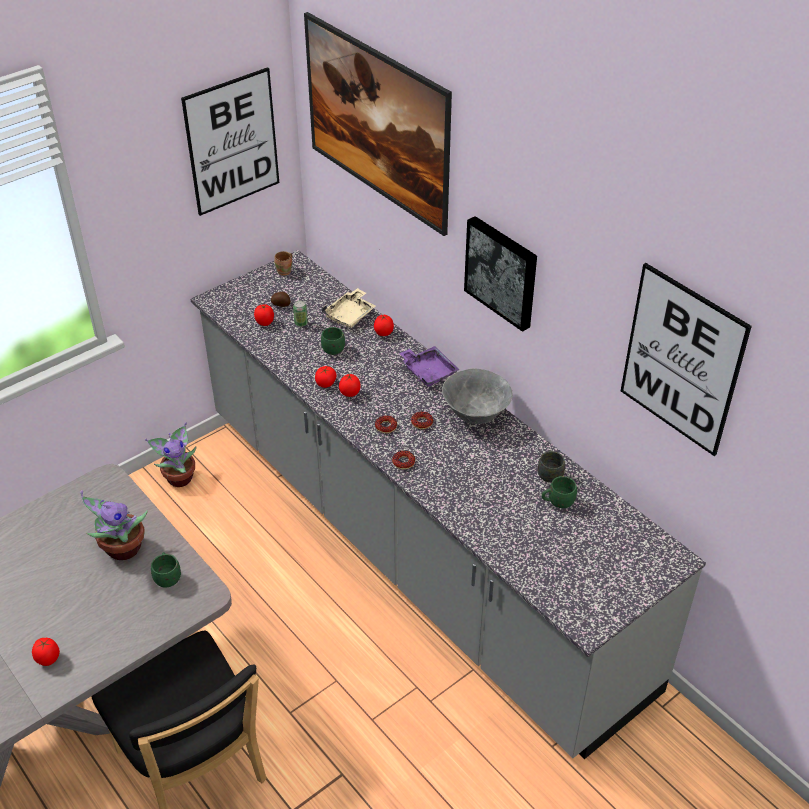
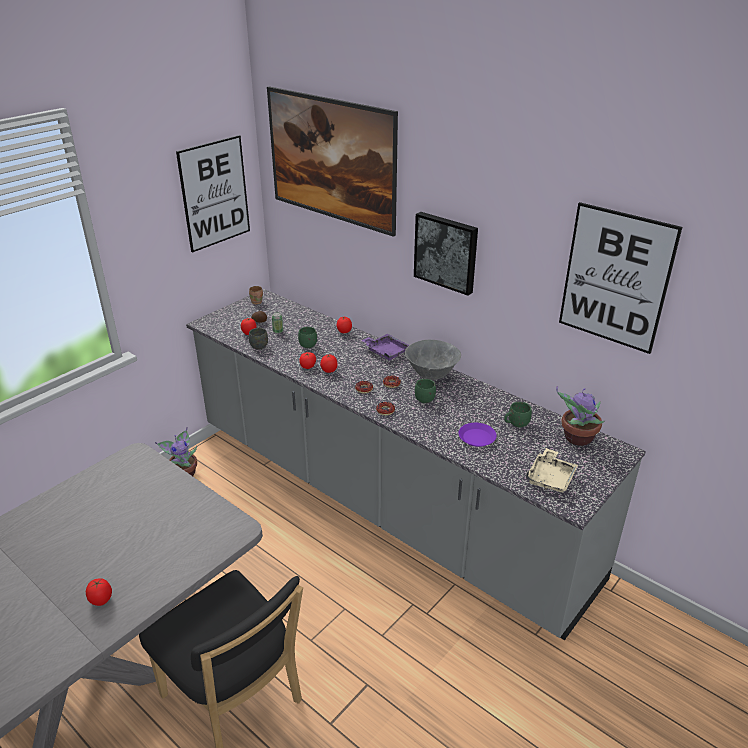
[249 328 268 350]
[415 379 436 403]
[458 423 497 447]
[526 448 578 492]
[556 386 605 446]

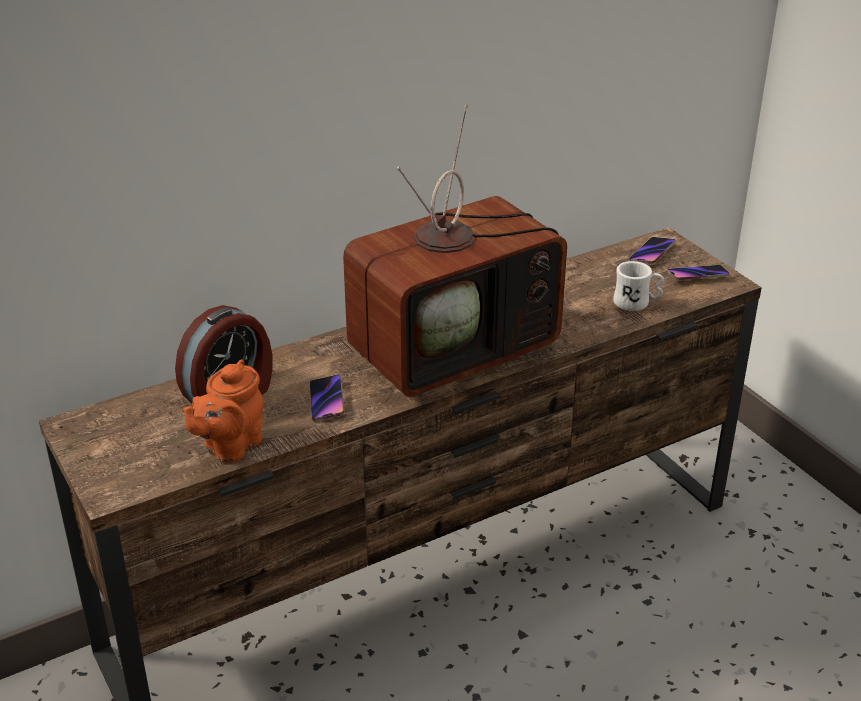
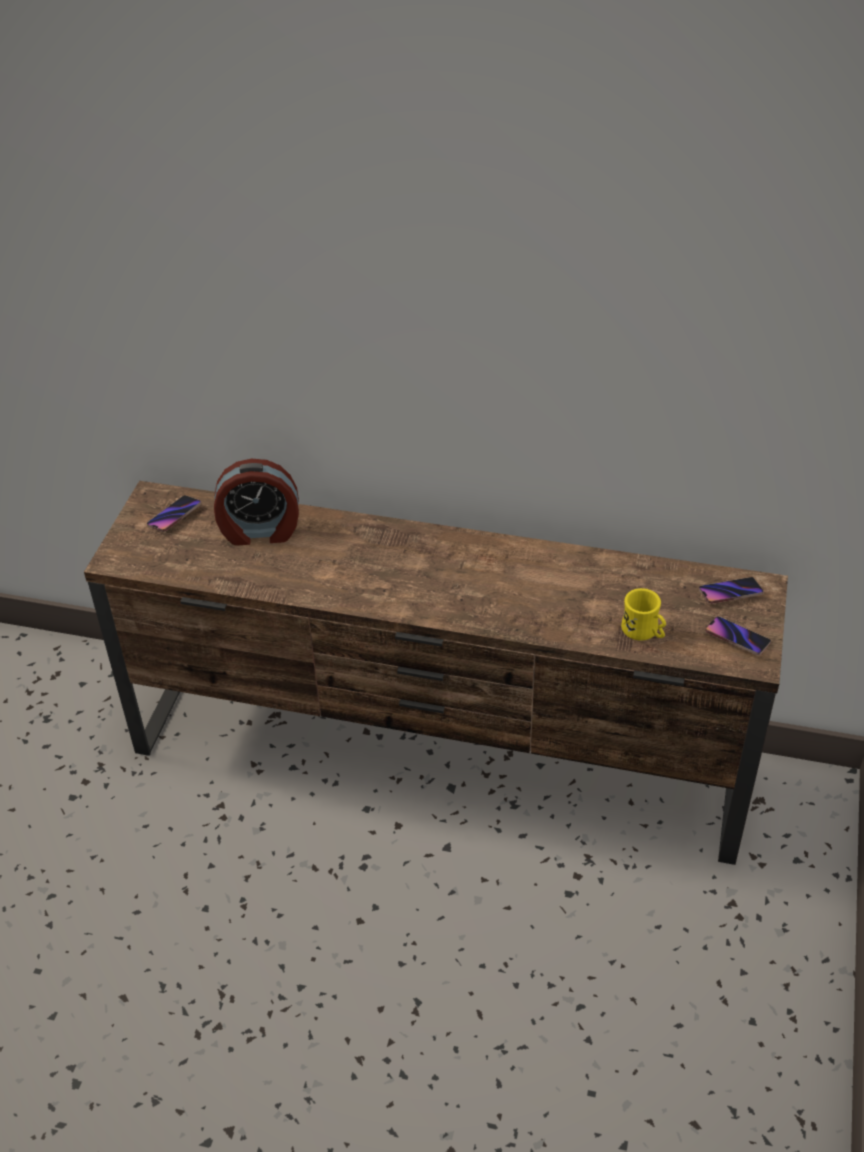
[147 495 202 532]
[621 588 666 641]
[183 359 263 463] (first image)
[343 104 567 397] (first image)

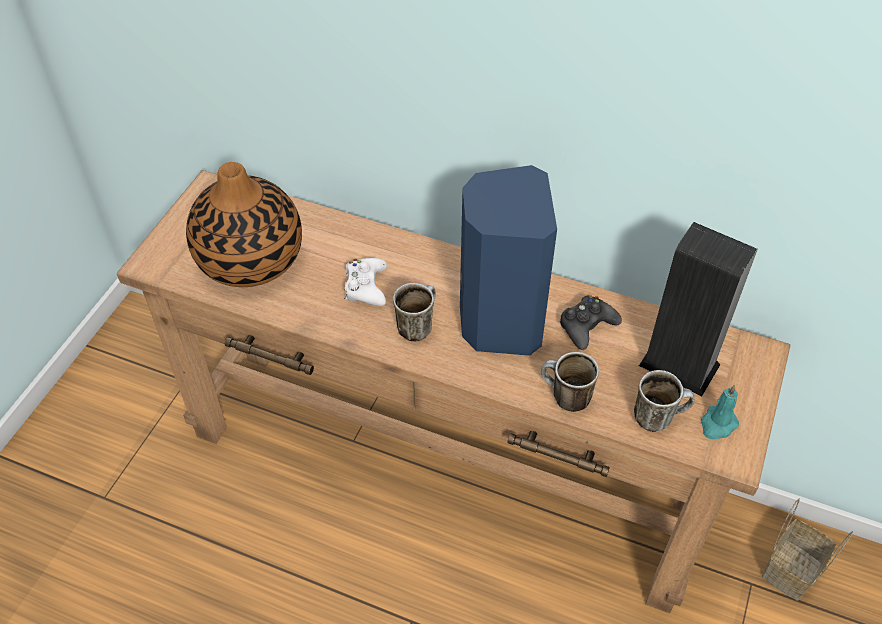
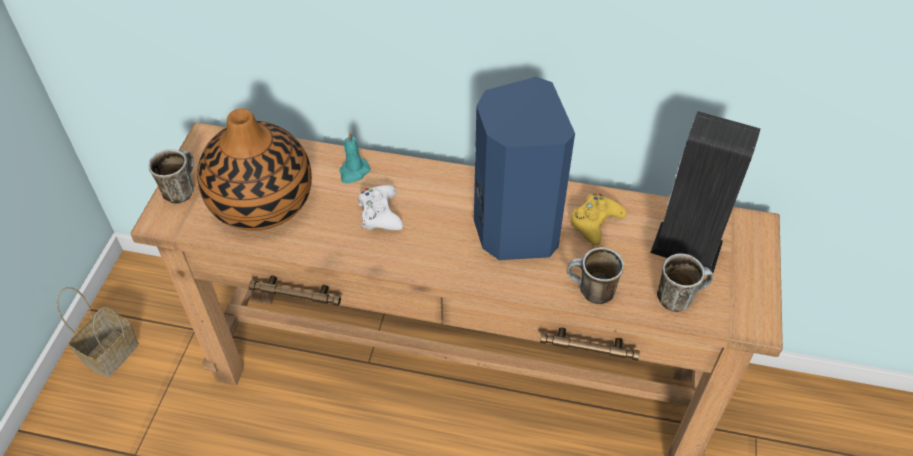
[56 287 139 377]
[148 149 194 204]
[339 131 370 184]
[569 193 626 246]

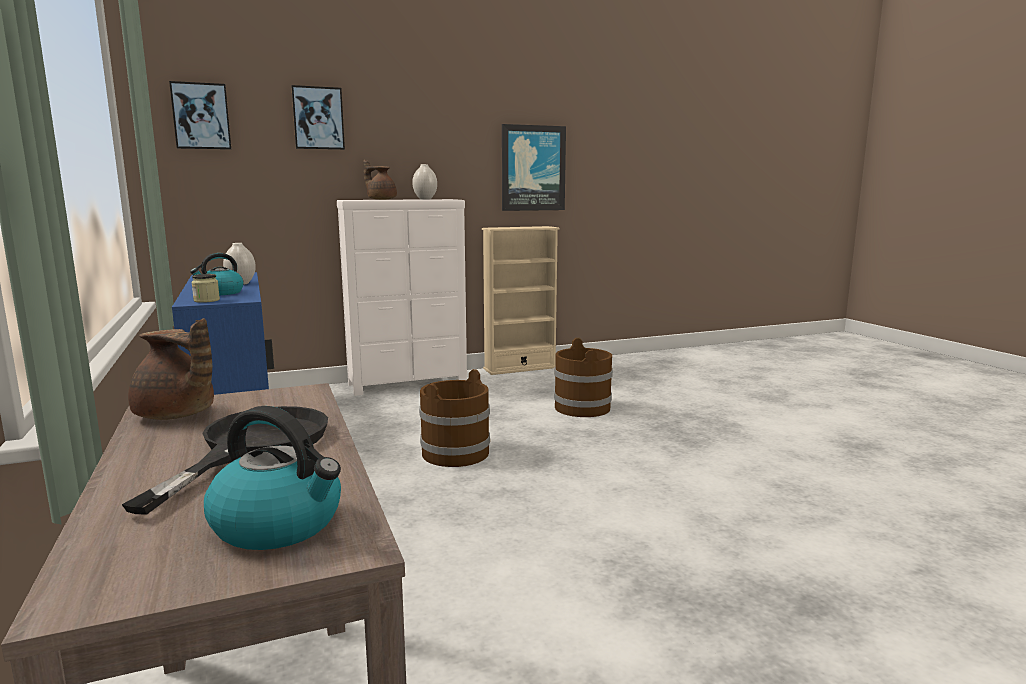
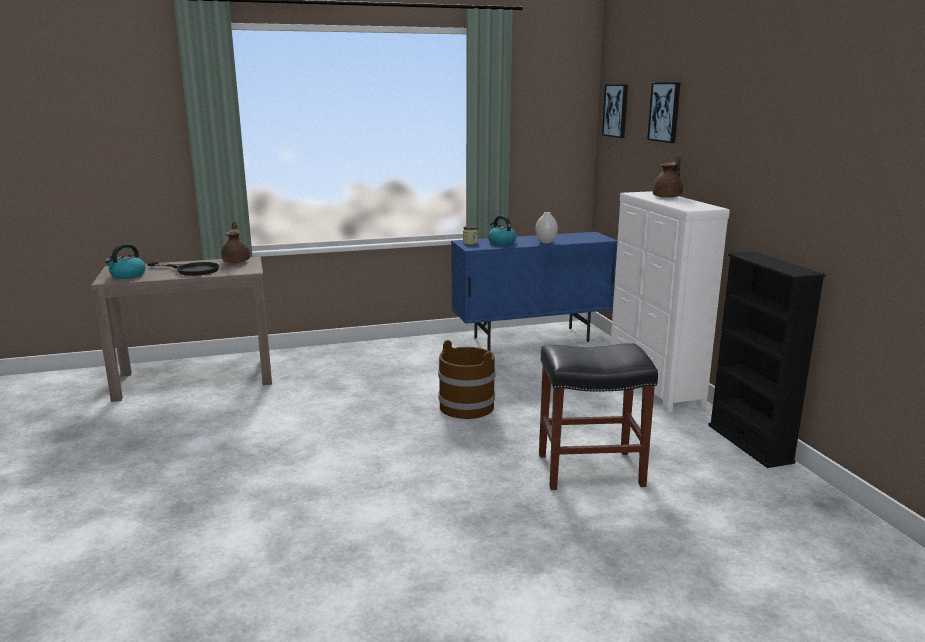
[222 222 250 263]
[539 343 658 490]
[708 252 825 468]
[412 164 437 199] (first image)
[502 124 566 211] (first image)

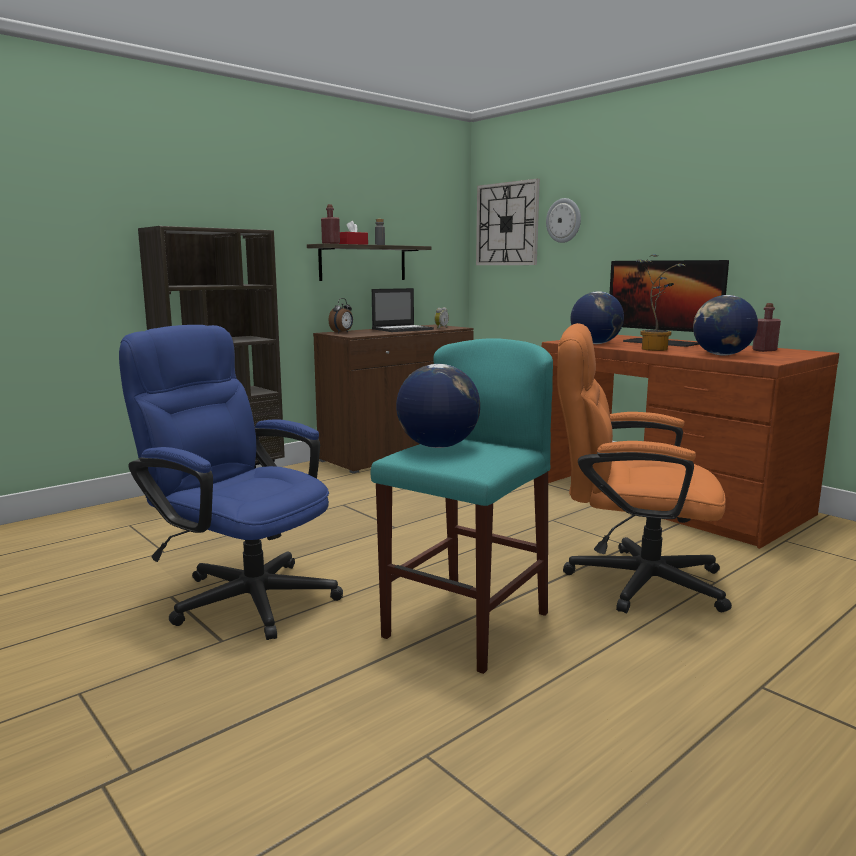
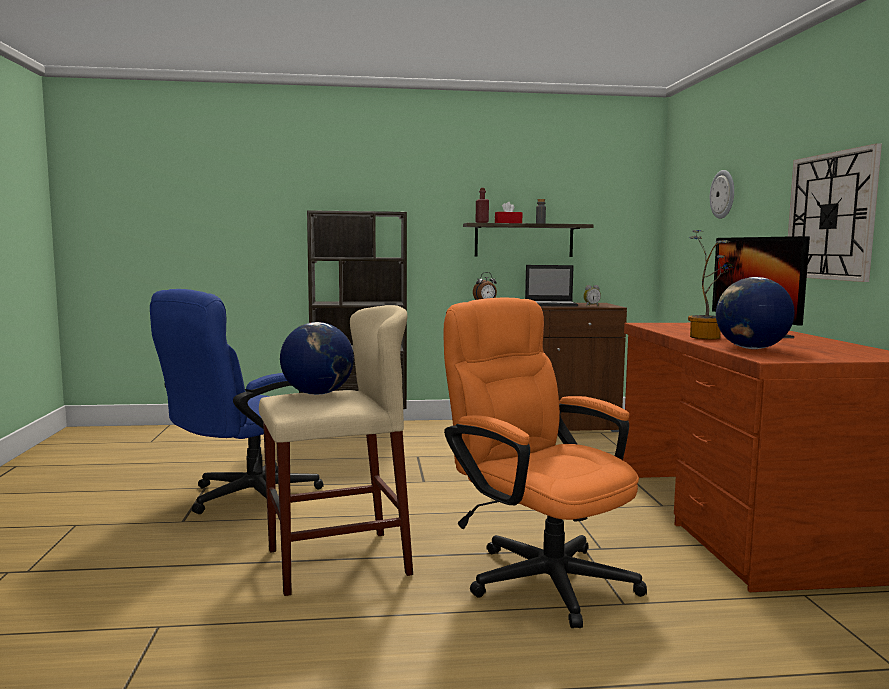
[150 289 324 514]
[259 305 413 596]
[788 144 882 282]
[571 291 624 344] (first image)
[752 303 781 352] (first image)

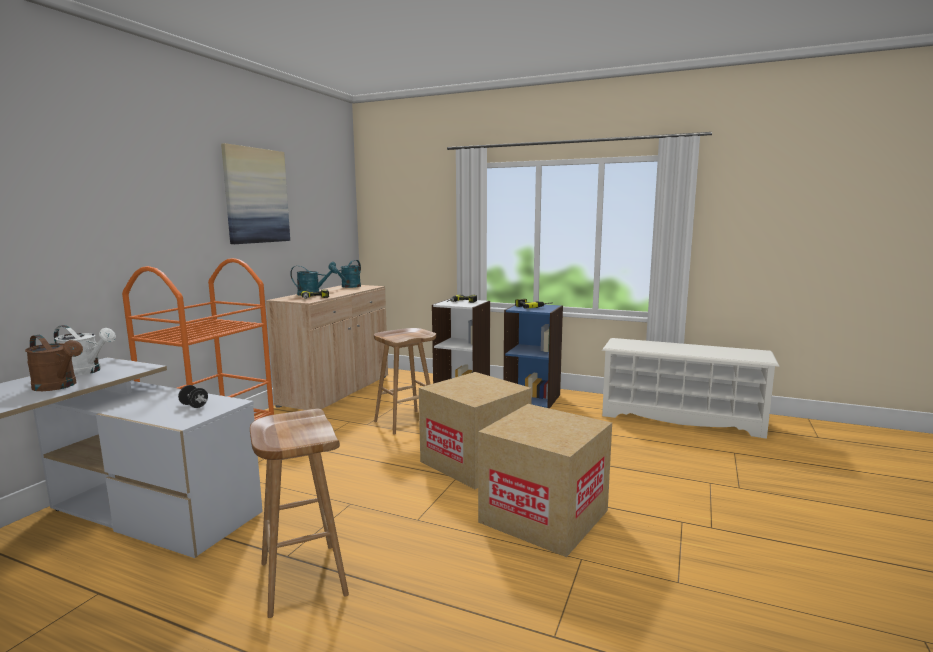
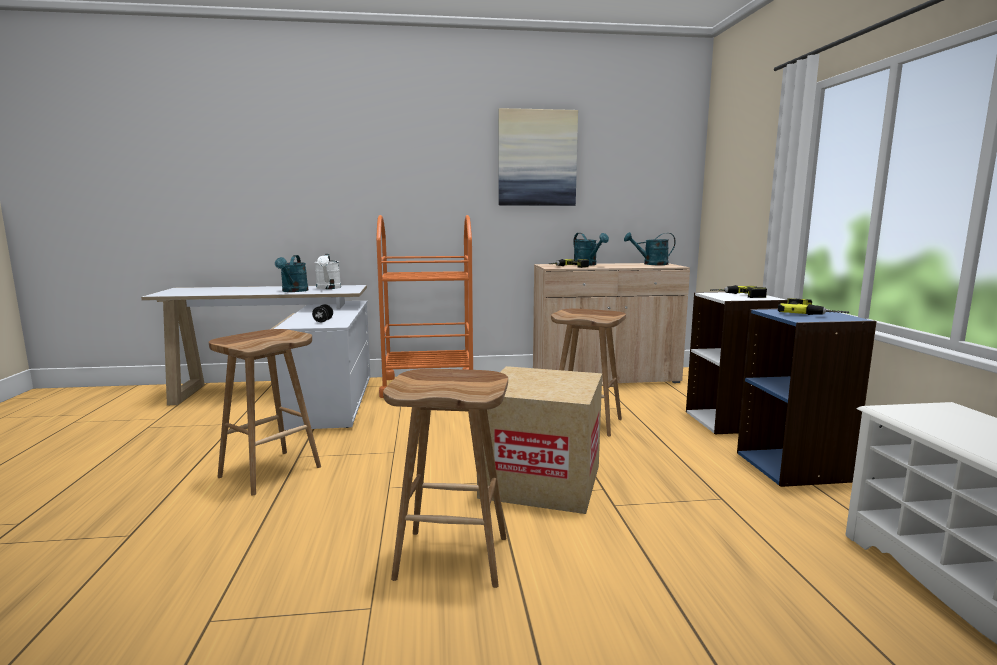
[275 255 308 292]
[383 369 508 588]

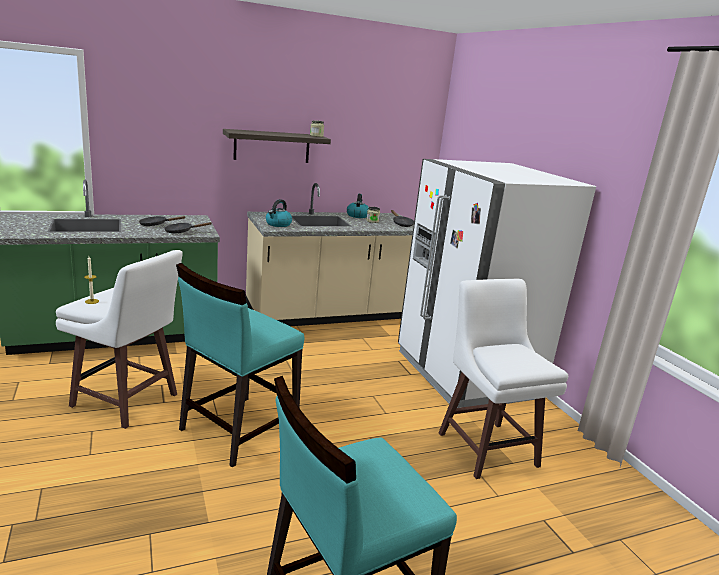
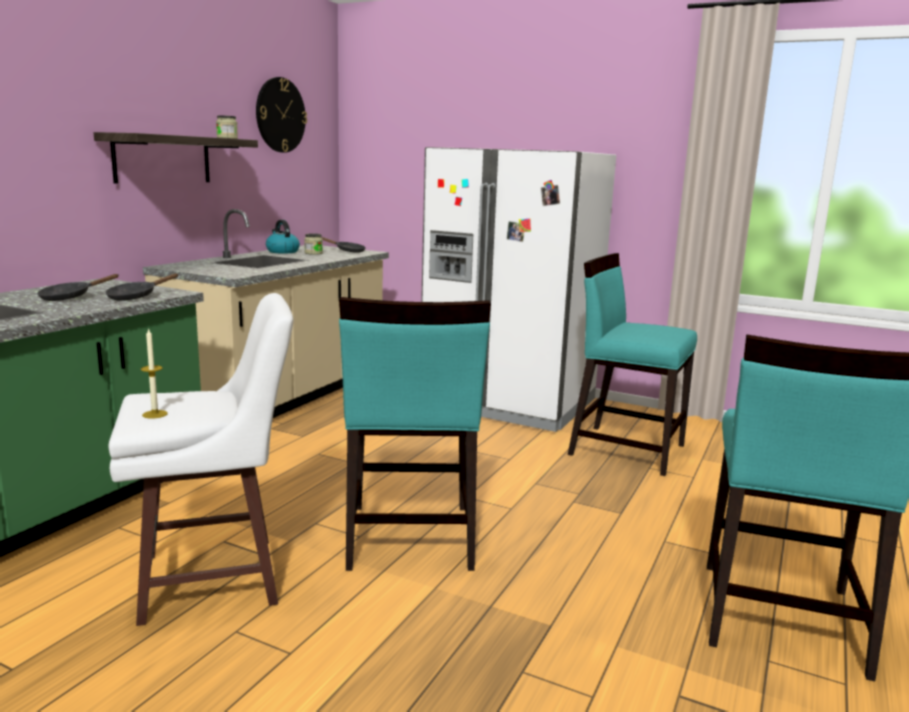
[256 77 307 153]
[568 253 697 476]
[266 199 292 227] (first image)

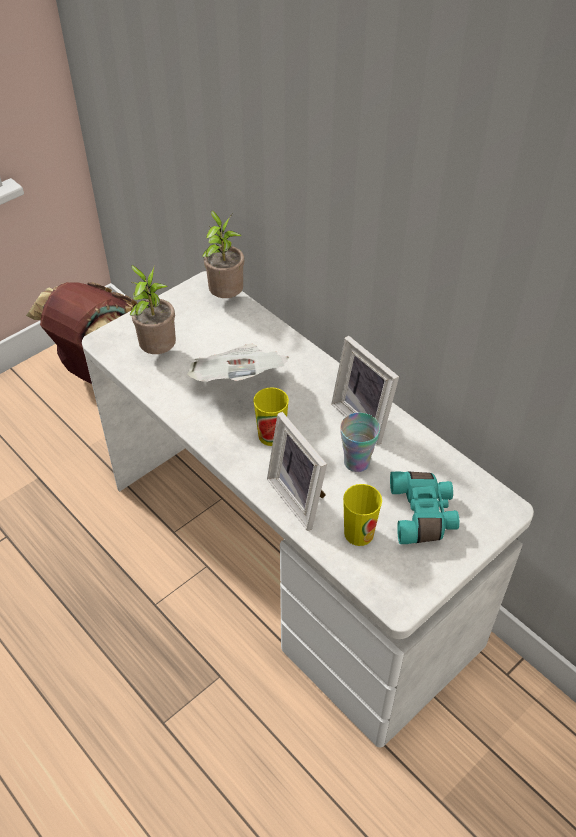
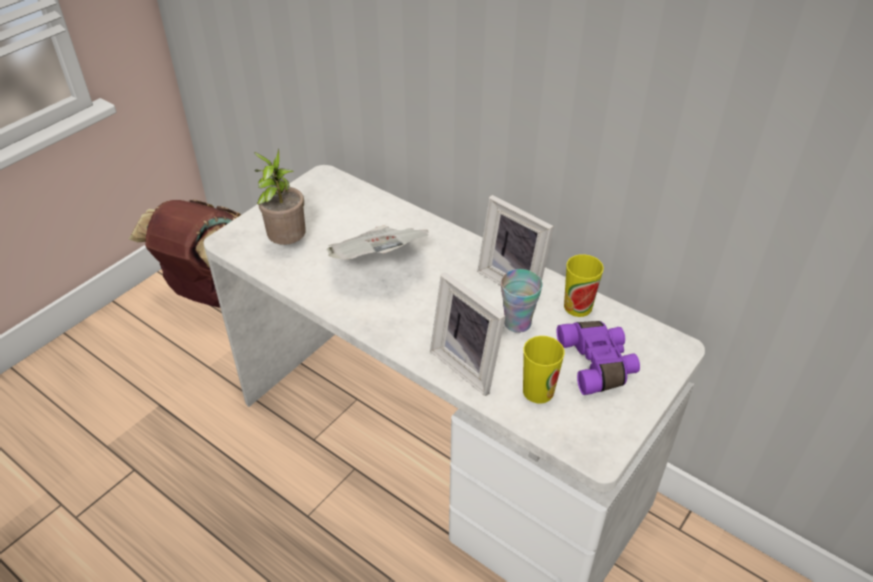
[557 321 640 395]
[564 254 604 317]
[202 211 244 298] (first image)

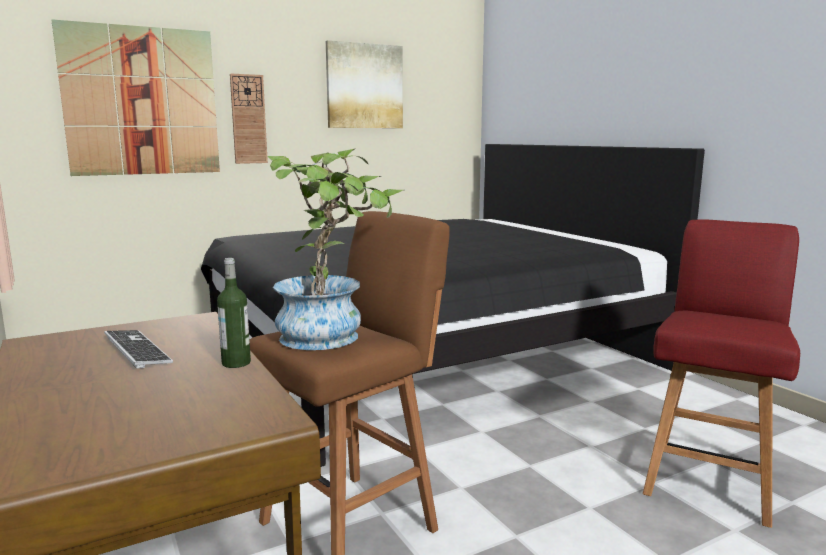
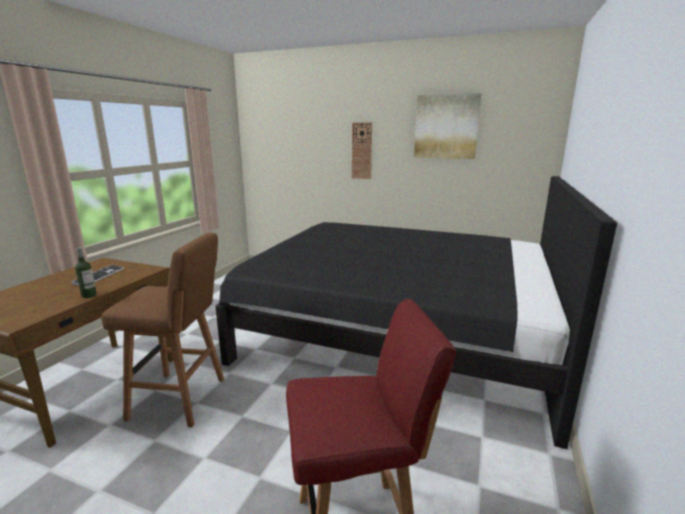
[51 19 220 176] (first image)
[267 149 403 350] (first image)

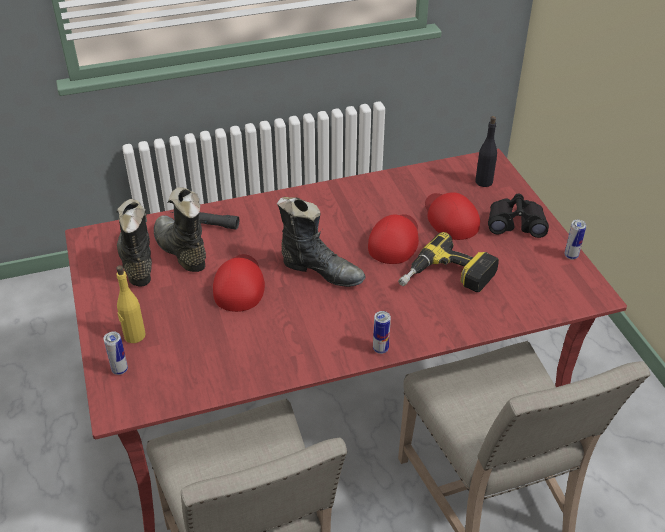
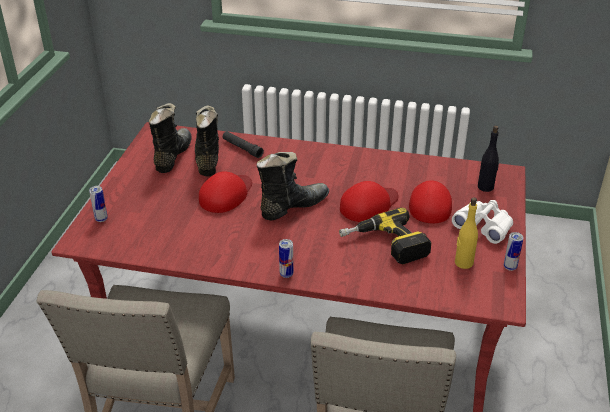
[257 152 329 221]
[452 200 513 244]
[455 197 478 269]

